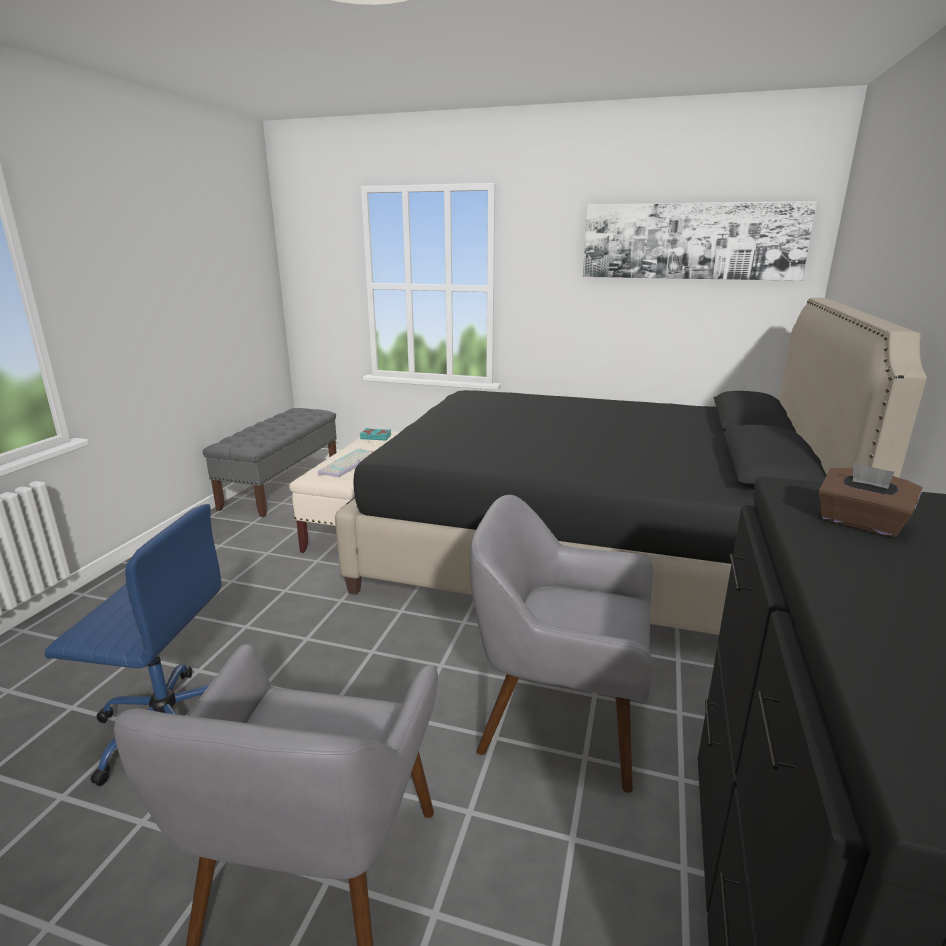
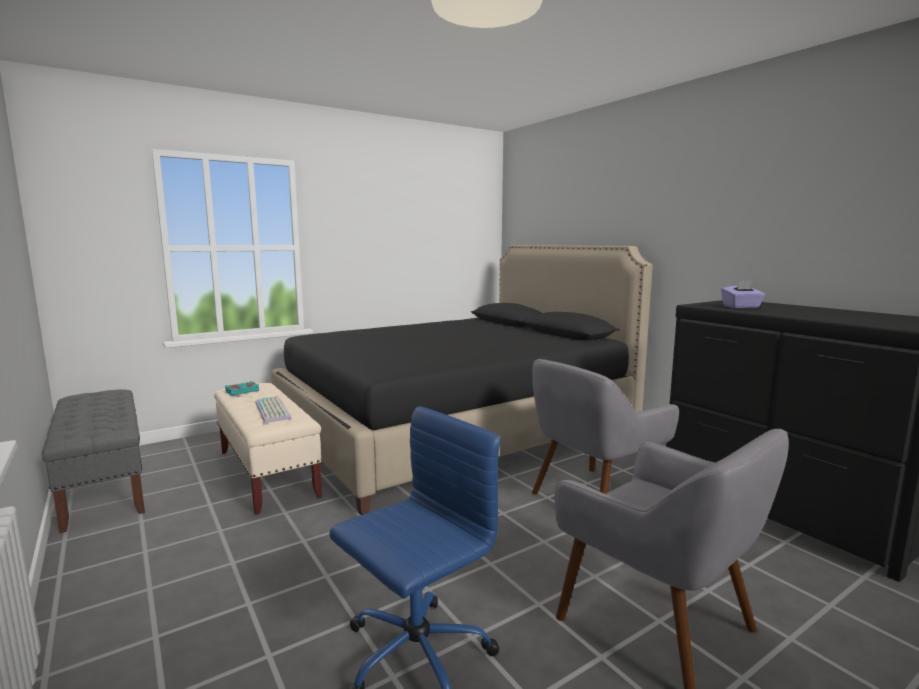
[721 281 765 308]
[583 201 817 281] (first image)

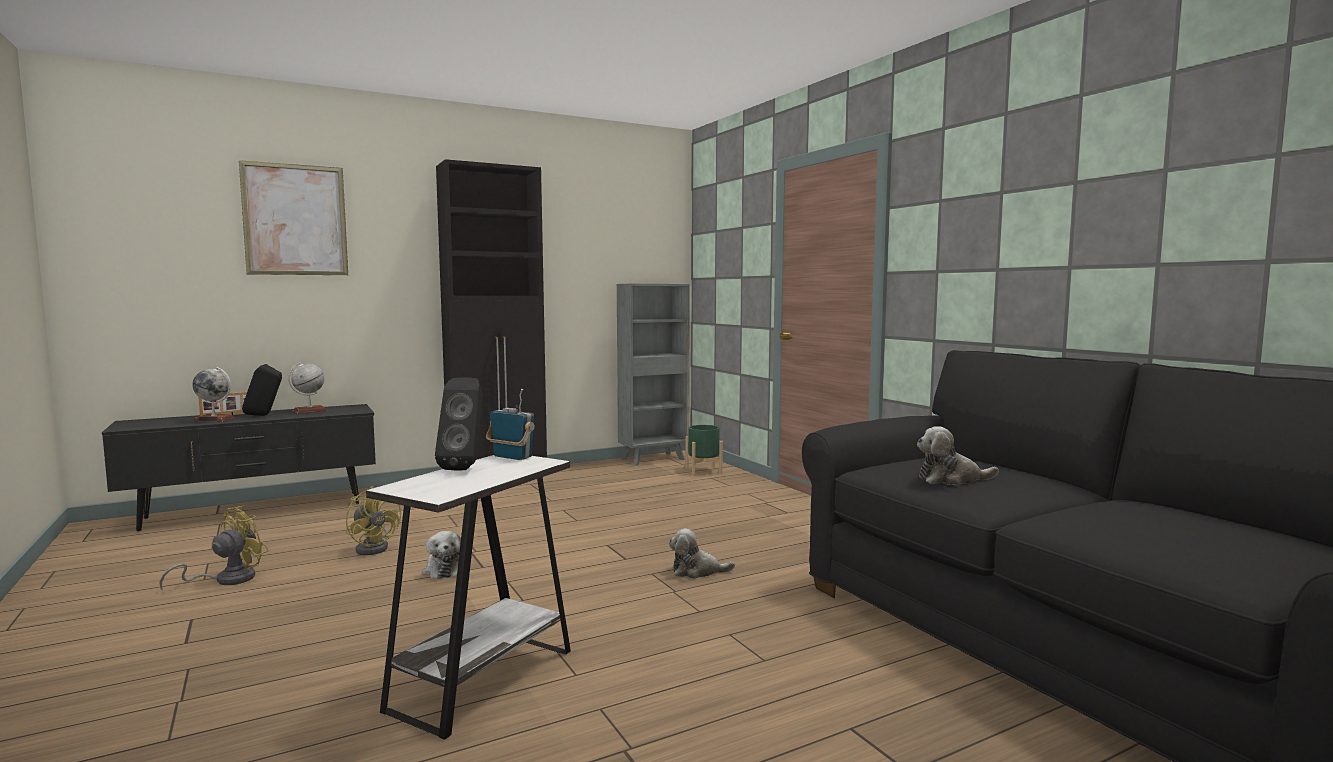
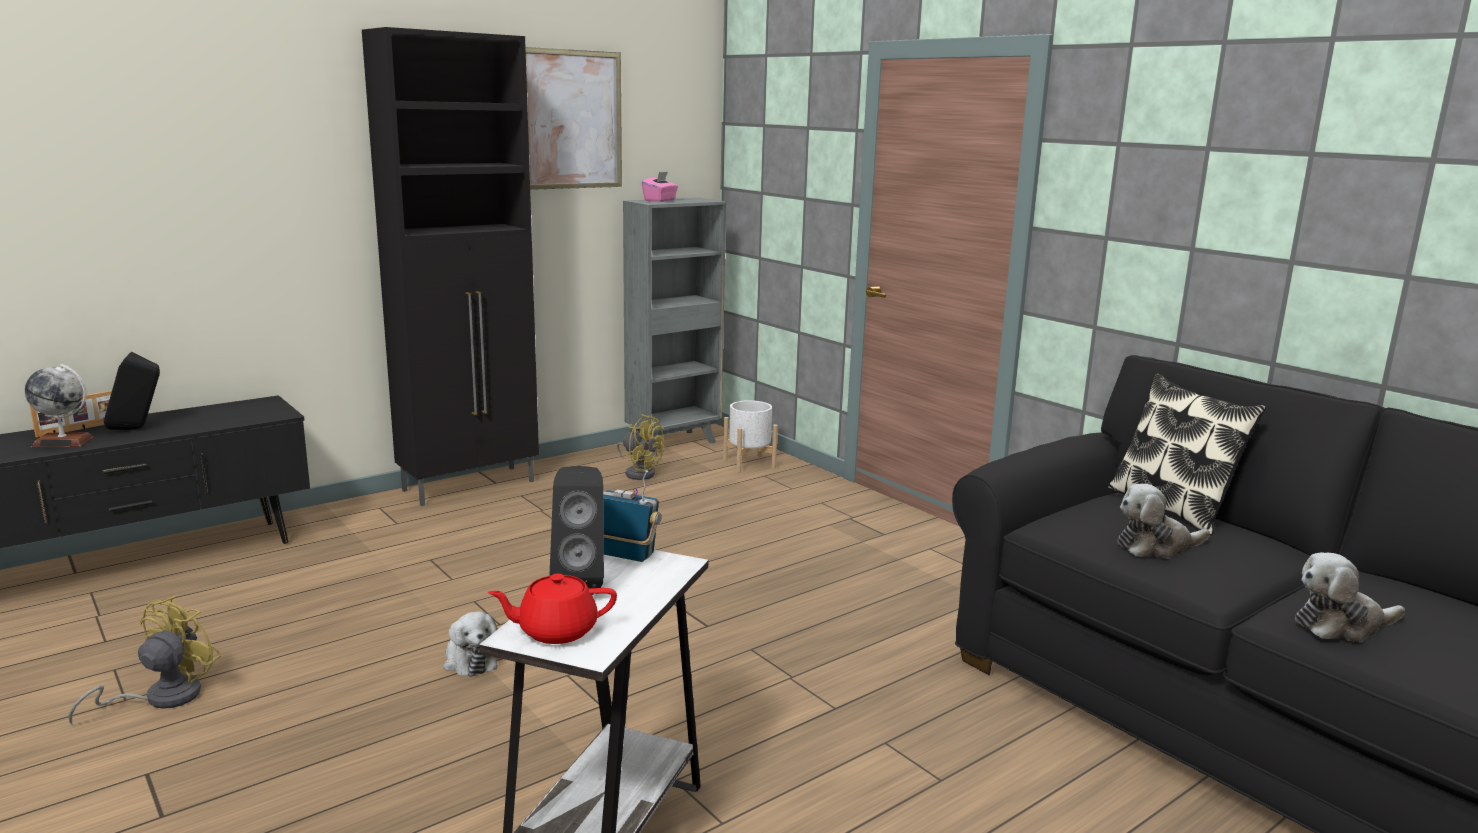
[488 573 617 644]
[525 47 622 190]
[617 414 664 480]
[642 172 678 202]
[723 400 778 472]
[1108 373 1266 535]
[1295 552 1405 642]
[288 362 327 414] (first image)

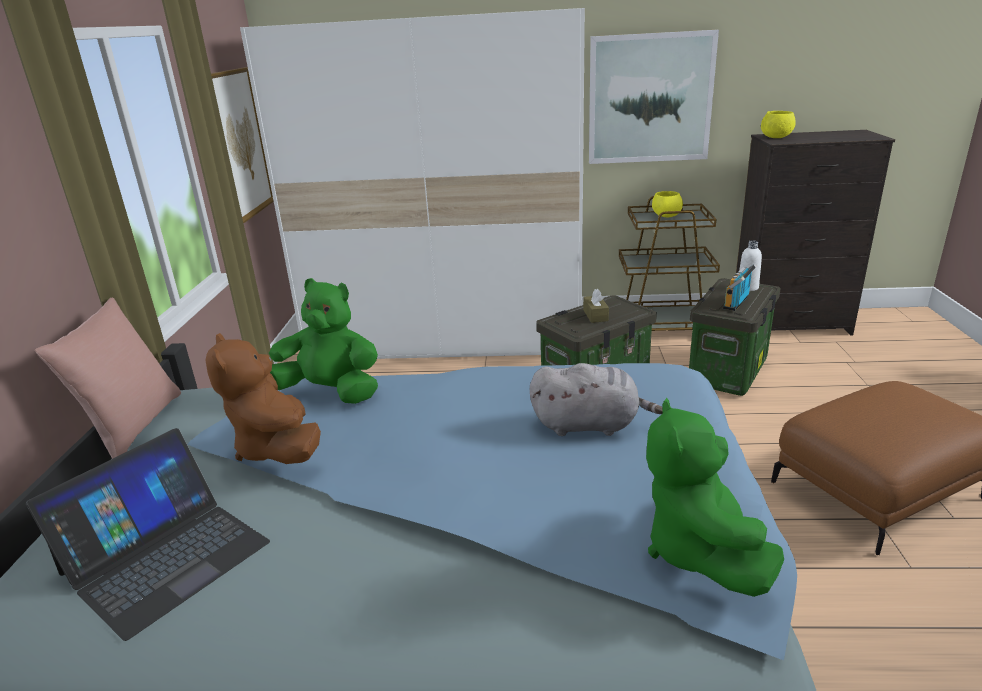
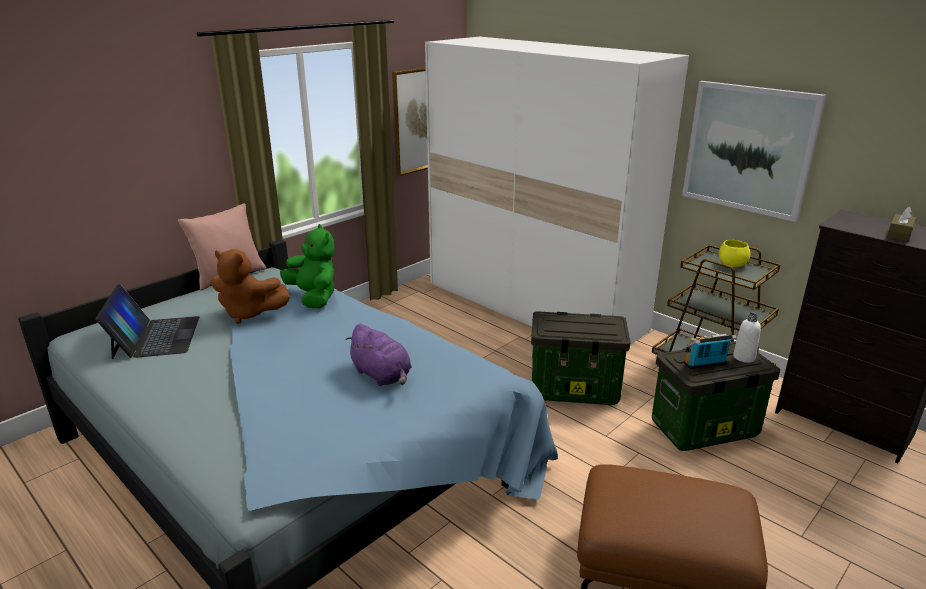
[96 284 199 359]
[211 249 290 324]
[345 324 412 386]
[887 206 915 242]
[646 398 784 597] (first image)
[761 111 796 138] (first image)

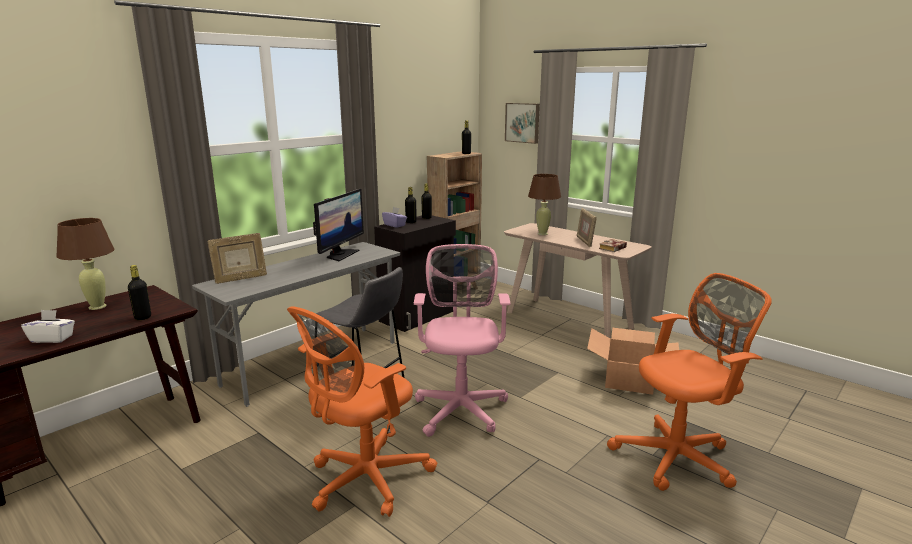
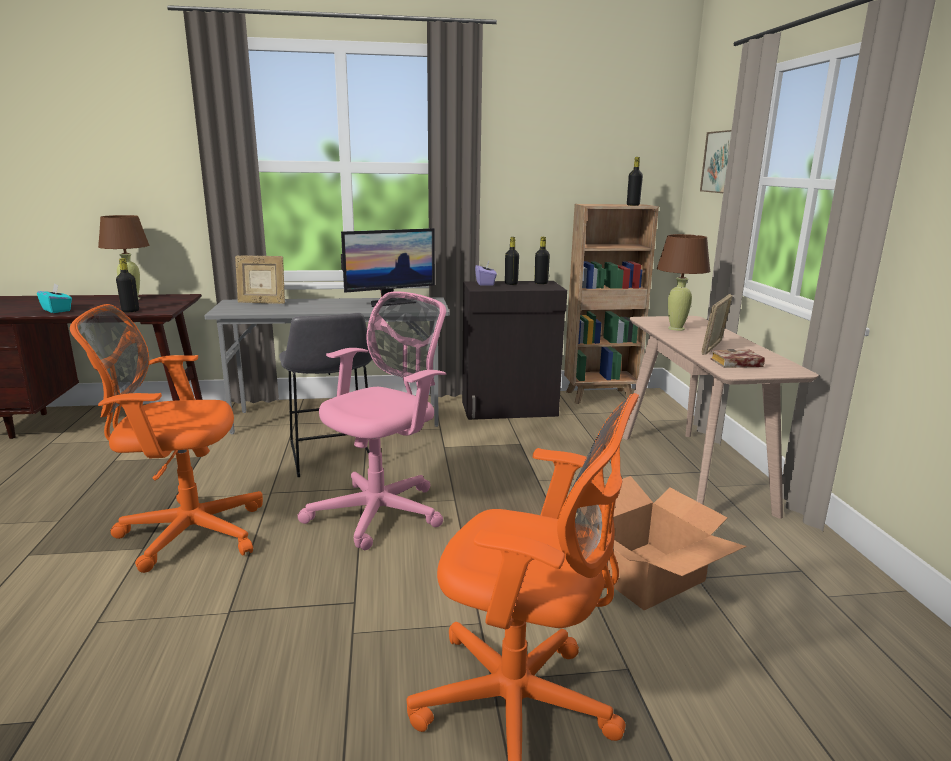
[37 283 72 313]

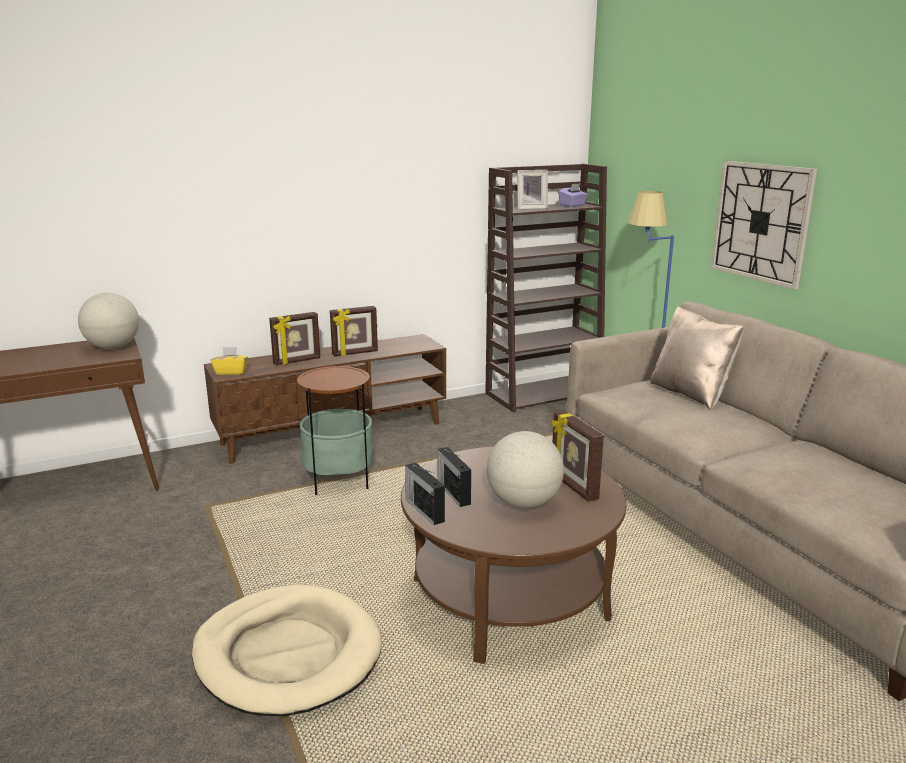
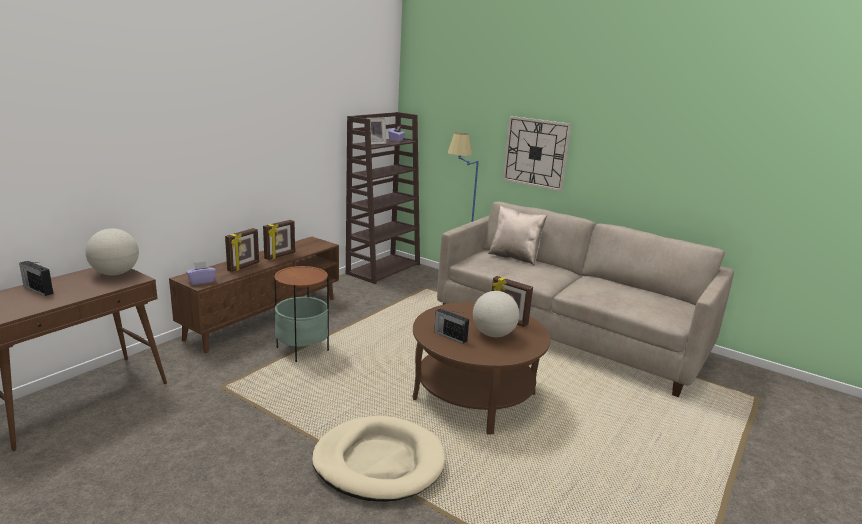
[19 261 53 296]
[186 261 216 285]

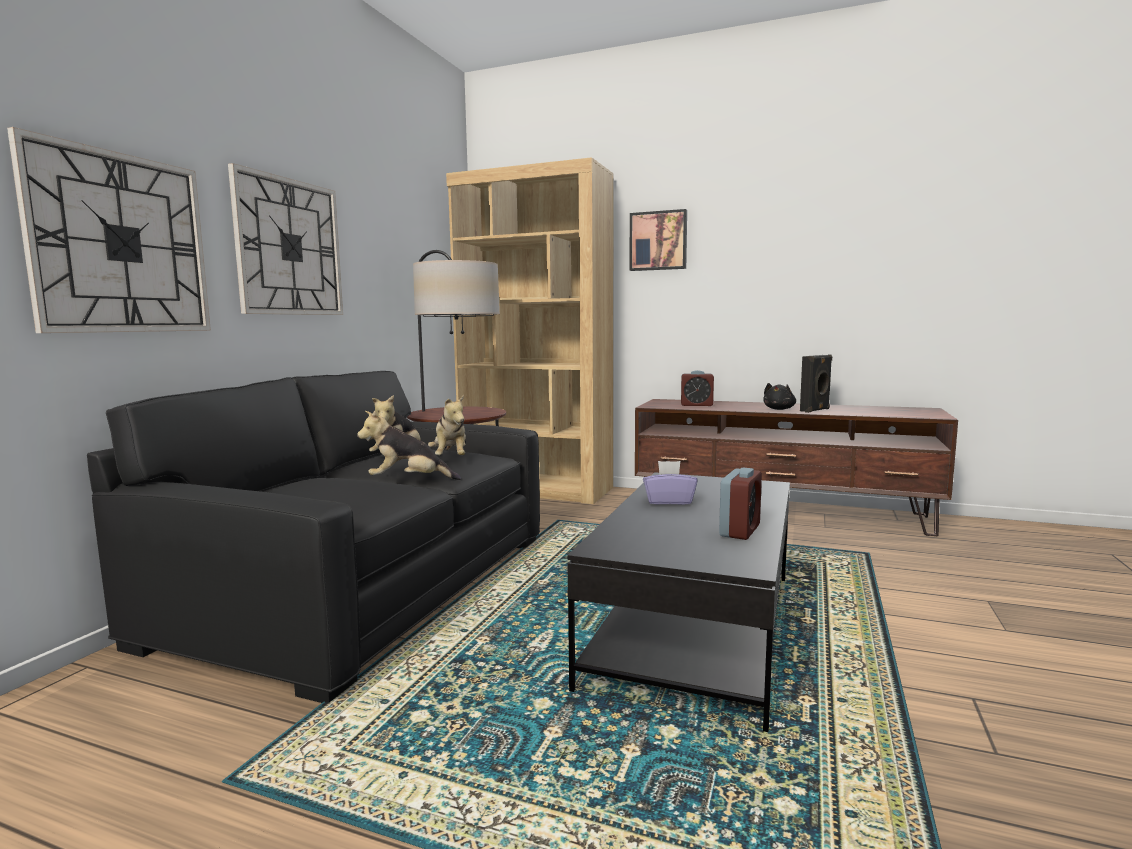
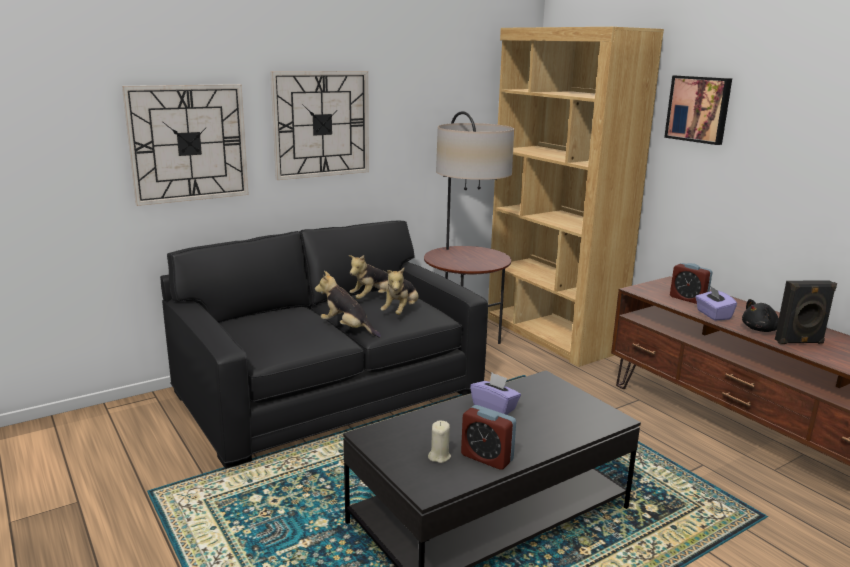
[428 421 451 463]
[461 405 516 470]
[696 286 737 321]

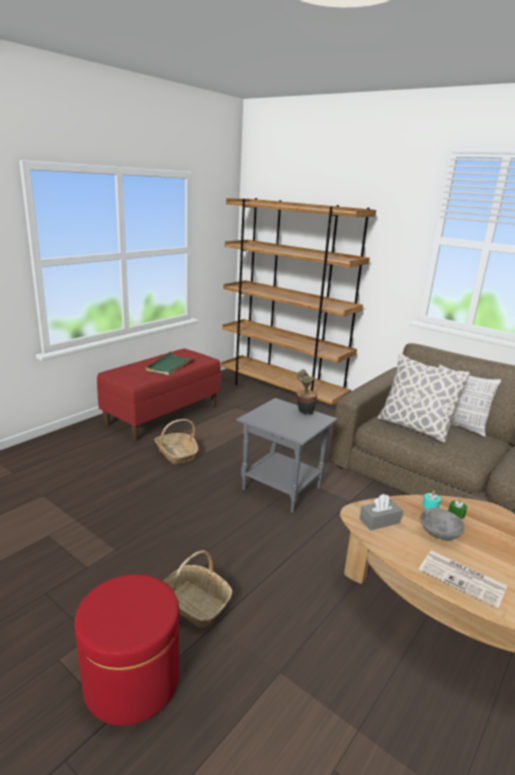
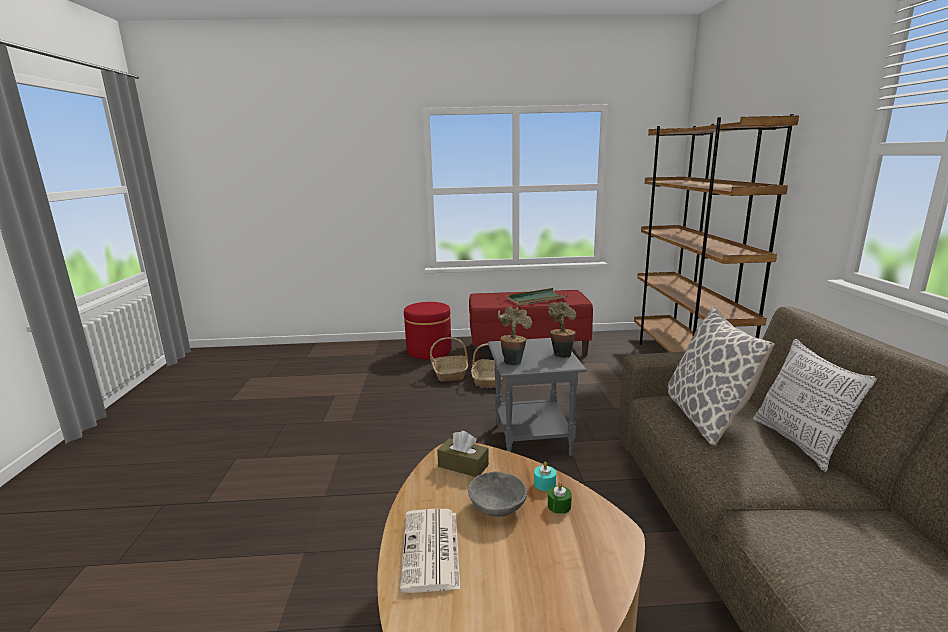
[404 302 452 359]
[430 337 468 382]
[437 431 489 477]
[498 307 532 366]

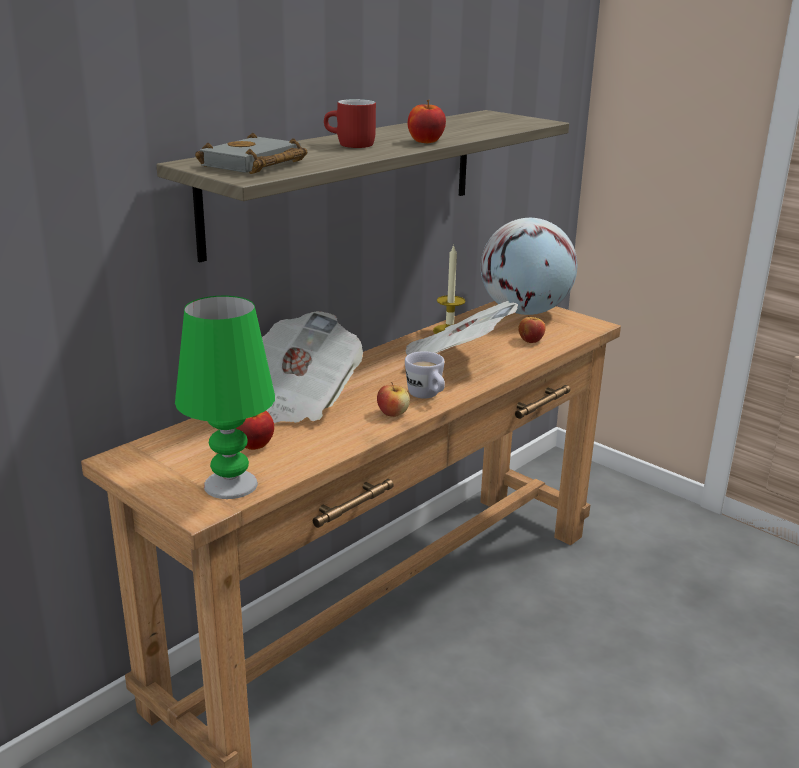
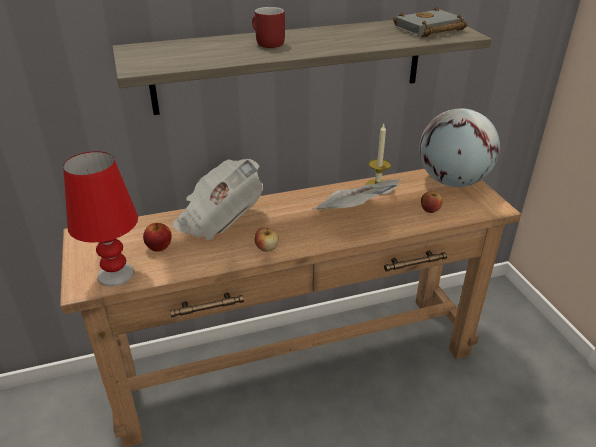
[63 151 138 287]
[393 7 467 37]
[405 351 445 399] (first image)
[408 100 446 143] (first image)

